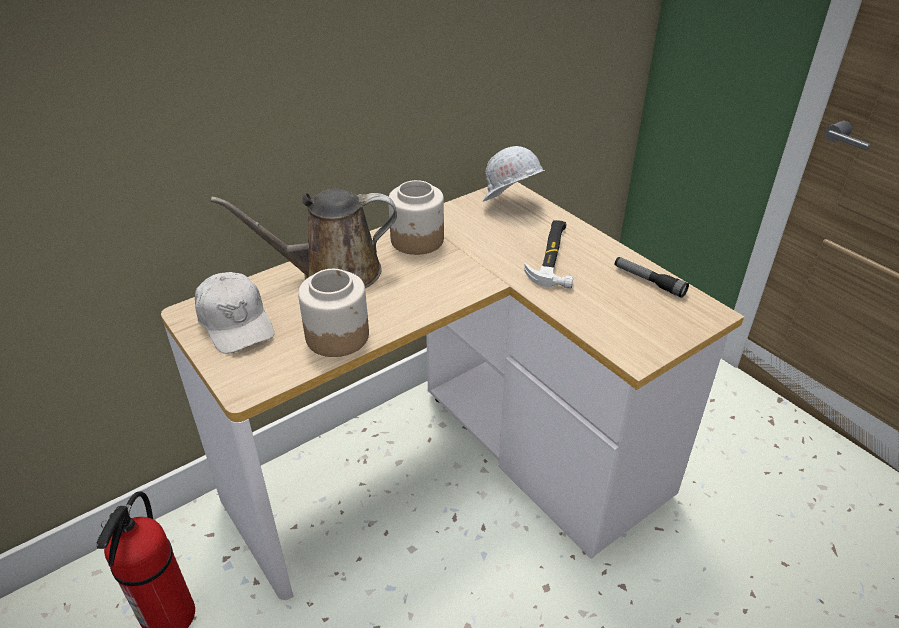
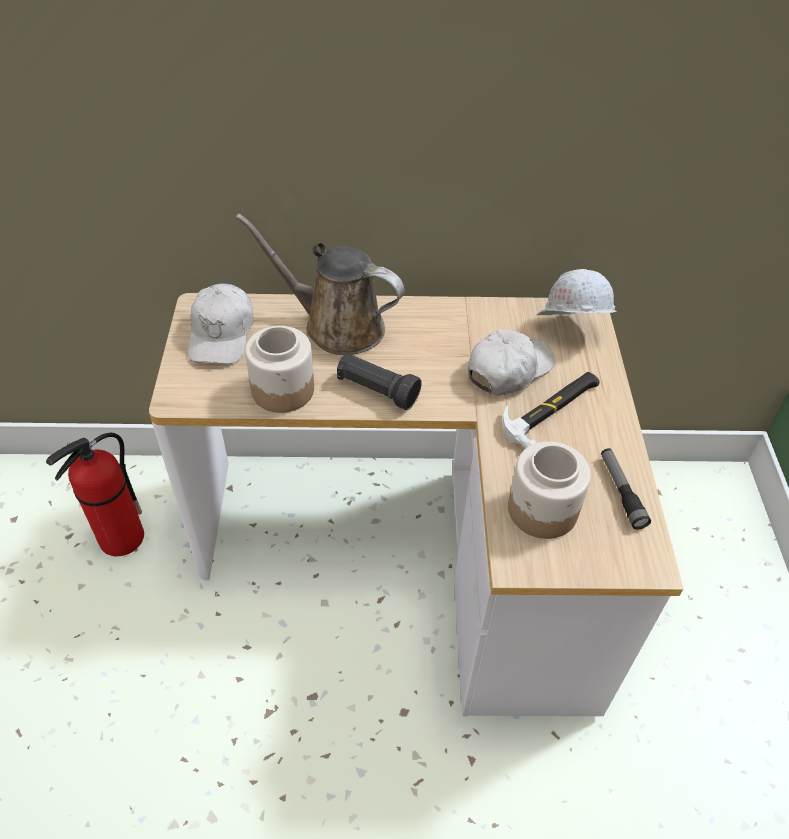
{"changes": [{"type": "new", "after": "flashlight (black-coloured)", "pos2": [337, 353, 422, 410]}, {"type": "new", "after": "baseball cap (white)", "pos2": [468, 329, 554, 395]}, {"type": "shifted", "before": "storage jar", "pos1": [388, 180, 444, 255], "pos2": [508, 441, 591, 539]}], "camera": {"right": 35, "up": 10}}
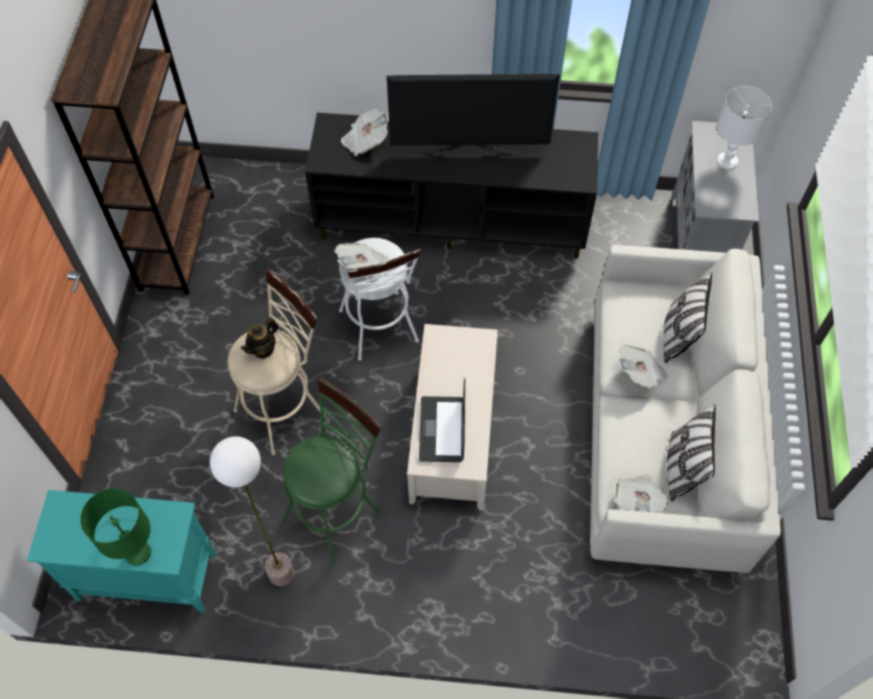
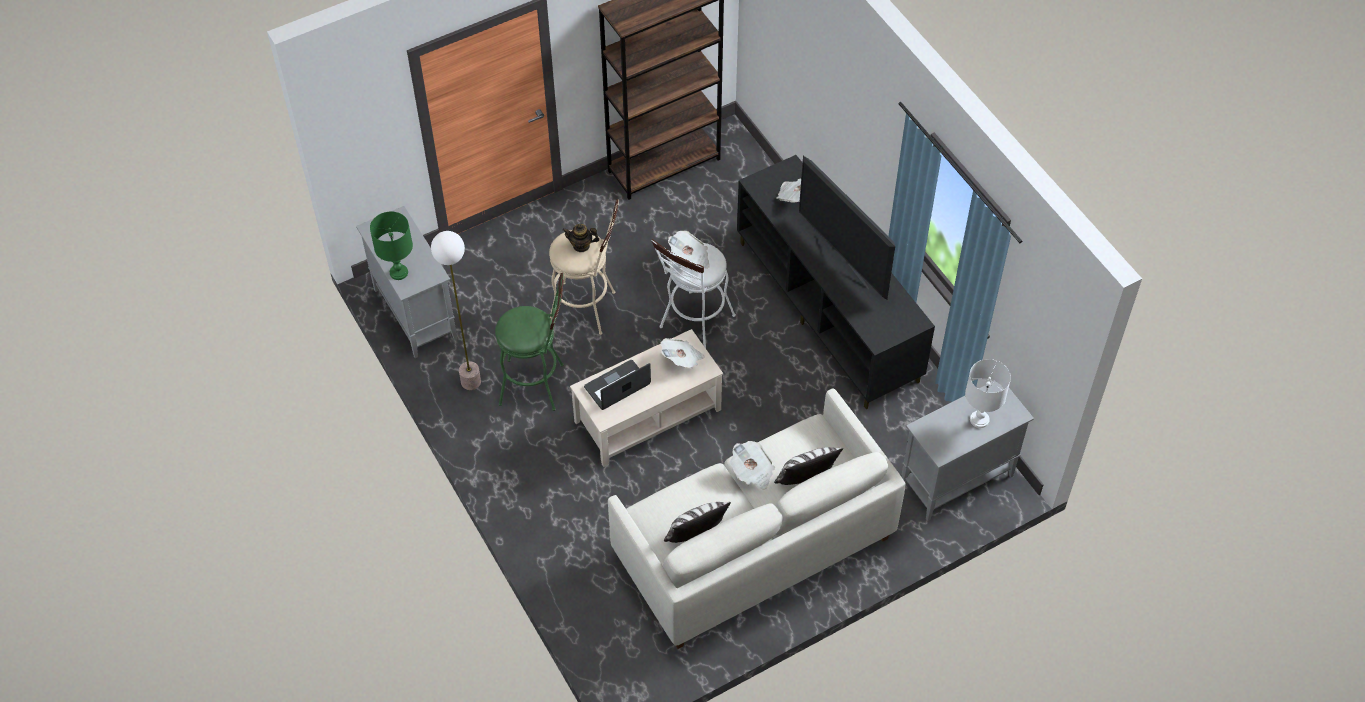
{"changes": [{"type": "repainted", "before": "storage cabinet (turquoise)", "after": "storage cabinet (grey)", "pos1": [27, 490, 216, 613], "pos2": [356, 206, 457, 358]}, {"type": "shifted", "before": "printed paper", "pos1": [614, 475, 669, 512], "pos2": [660, 338, 705, 368]}], "camera": {"right": 55, "up": -5}}
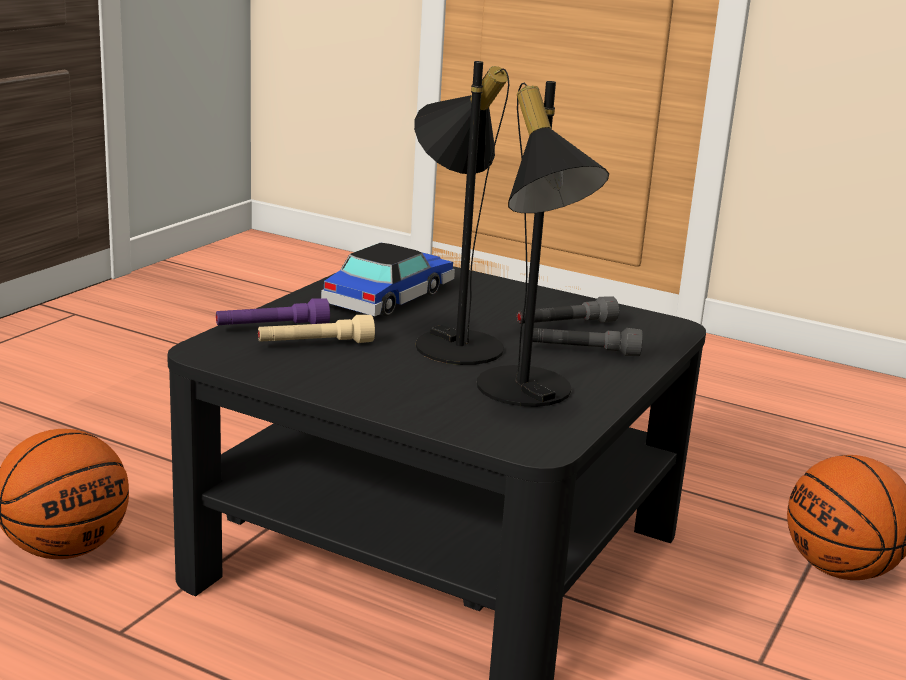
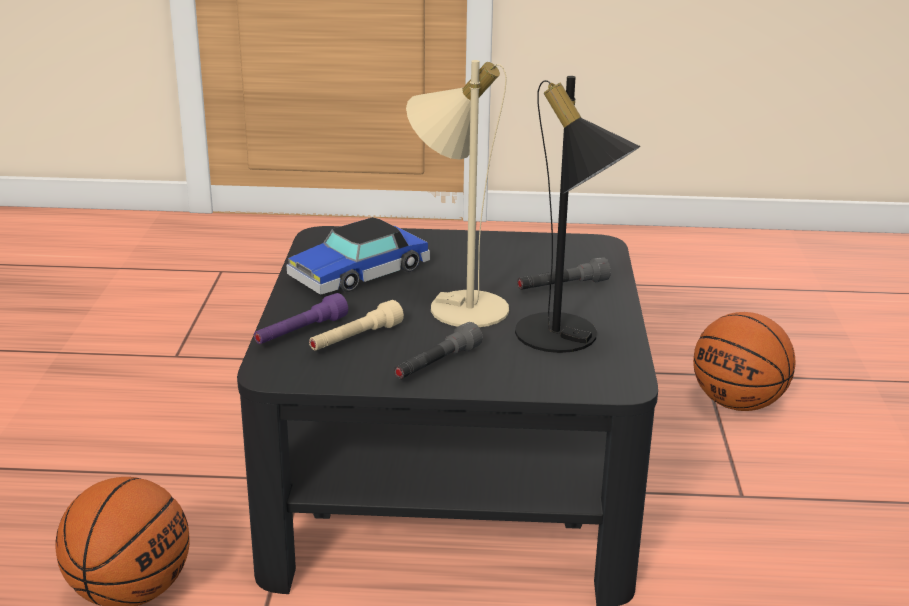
{"changes": [{"type": "rotated", "before": "model car", "pos1": [321, 242, 455, 316], "pos2": [287, 217, 430, 295], "turn": -135}, {"type": "shifted", "before": "flashlight (grey)", "pos1": [516, 296, 619, 324], "pos2": [394, 322, 482, 379]}, {"type": "repainted", "before": "lamp for a table (black-coloured)", "after": "lamp for a table (beige-coloured)", "pos1": [414, 61, 509, 365], "pos2": [406, 60, 509, 327]}], "camera": {"right": -25, "up": 5}}
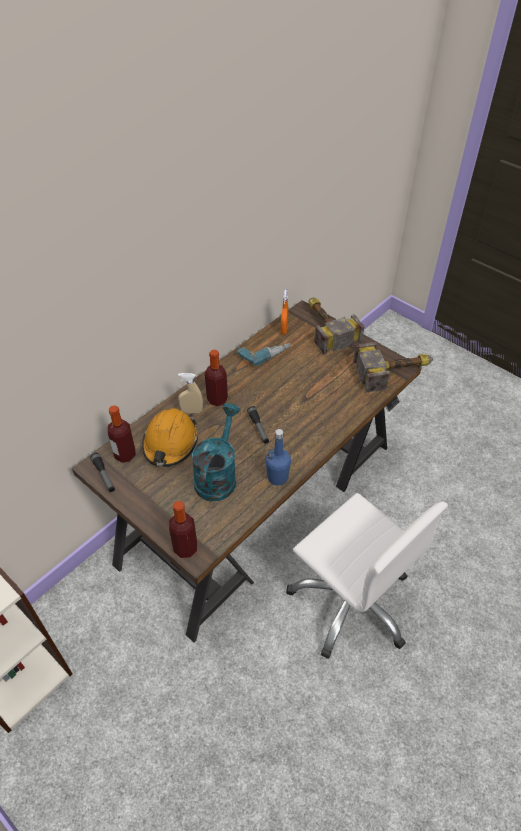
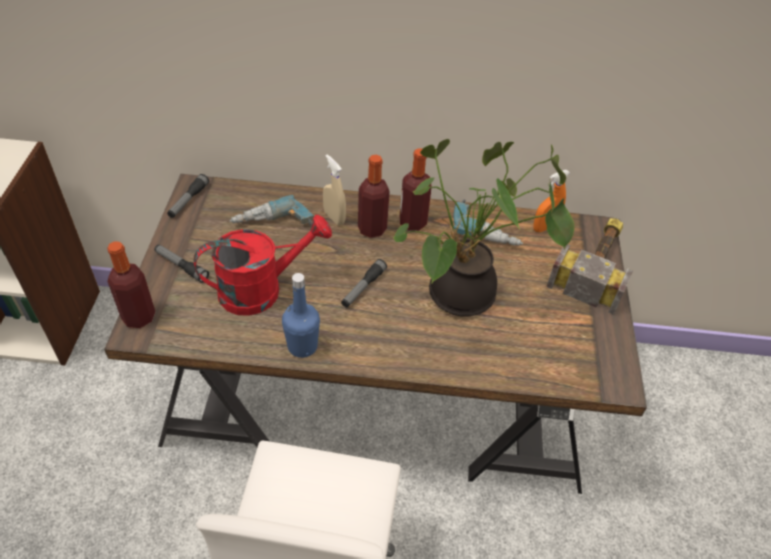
{"changes": [{"type": "new", "after": "flashlight", "pos2": [154, 245, 209, 283]}, {"type": "repainted", "before": "watering can (turquoise)", "after": "watering can (red-coloured)", "pos1": [192, 403, 241, 502], "pos2": [194, 215, 332, 316]}, {"type": "swapped", "before": "work helmet (orange)", "after": "power drill", "pos1": [142, 408, 198, 467], "pos2": [230, 195, 314, 226]}, {"type": "new", "after": "potted plant", "pos2": [393, 139, 575, 317]}, {"type": "shifted", "before": "beverage bottle", "pos1": [108, 406, 136, 463], "pos2": [399, 148, 432, 231]}, {"type": "gone", "before": "hammer", "pos1": [353, 342, 433, 393]}], "camera": {"right": 50, "up": 0}}
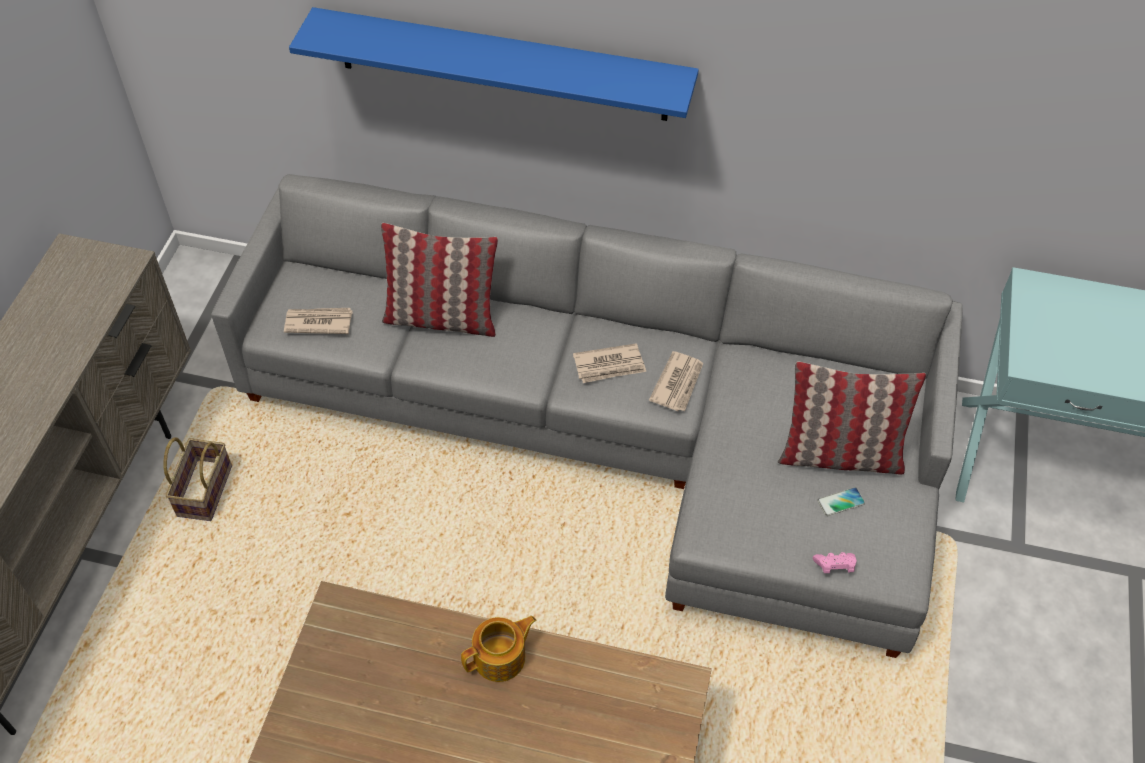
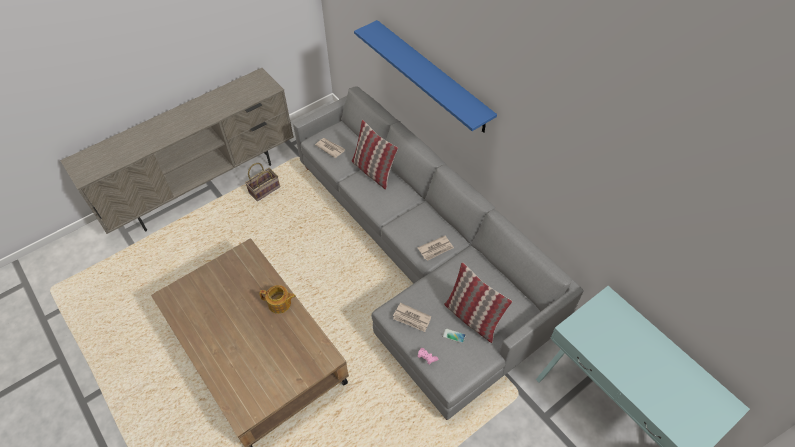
{"changes": [{"type": "shifted", "before": "printed paper", "pos1": [573, 343, 646, 383], "pos2": [393, 303, 431, 332]}], "camera": {"right": 40, "up": 0}}
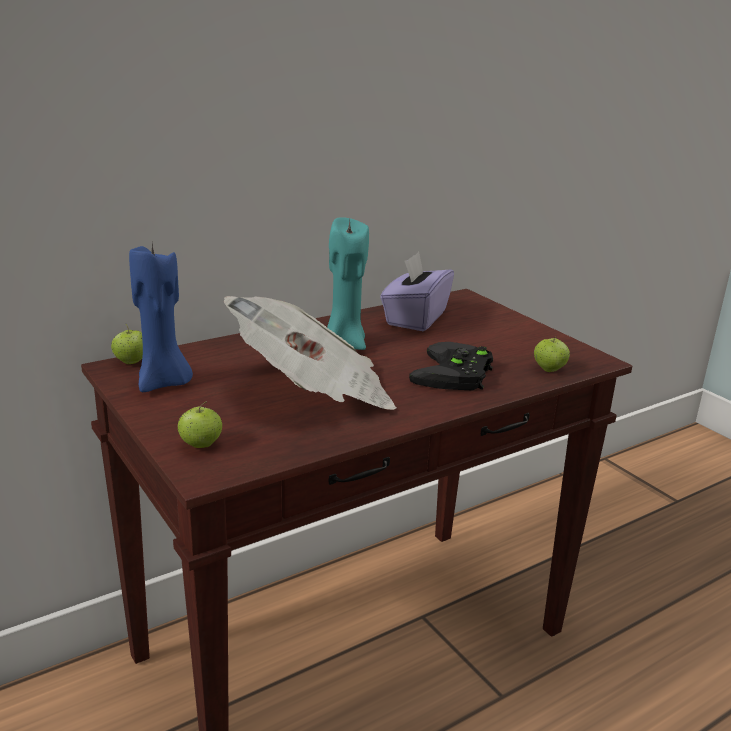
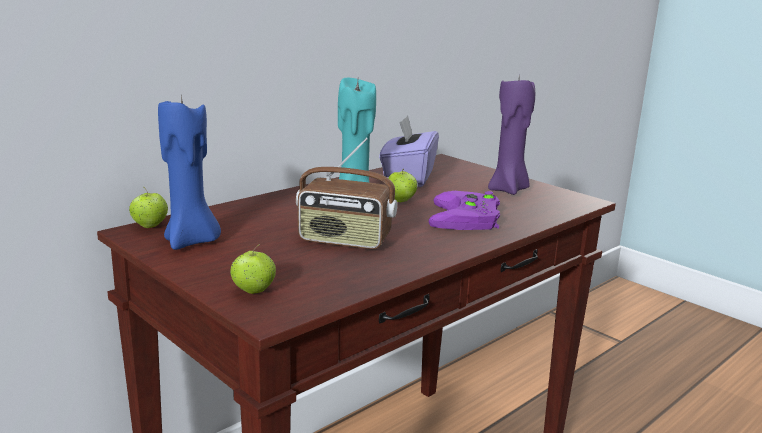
{"changes": [{"type": "swapped", "before": "printed paper", "after": "radio set", "pos1": [224, 296, 397, 410], "pos2": [296, 138, 397, 249]}, {"type": "shifted", "before": "whole apple", "pos1": [534, 337, 570, 372], "pos2": [388, 170, 418, 202]}, {"type": "repainted", "before": "gamepad (black-coloured)", "after": "gamepad (purple-coloured)", "pos1": [409, 342, 493, 390], "pos2": [429, 191, 501, 230]}, {"type": "new", "after": "wax candle (purple-coloured)", "pos2": [488, 79, 535, 195]}], "camera": {"right": -10, "up": -5}}
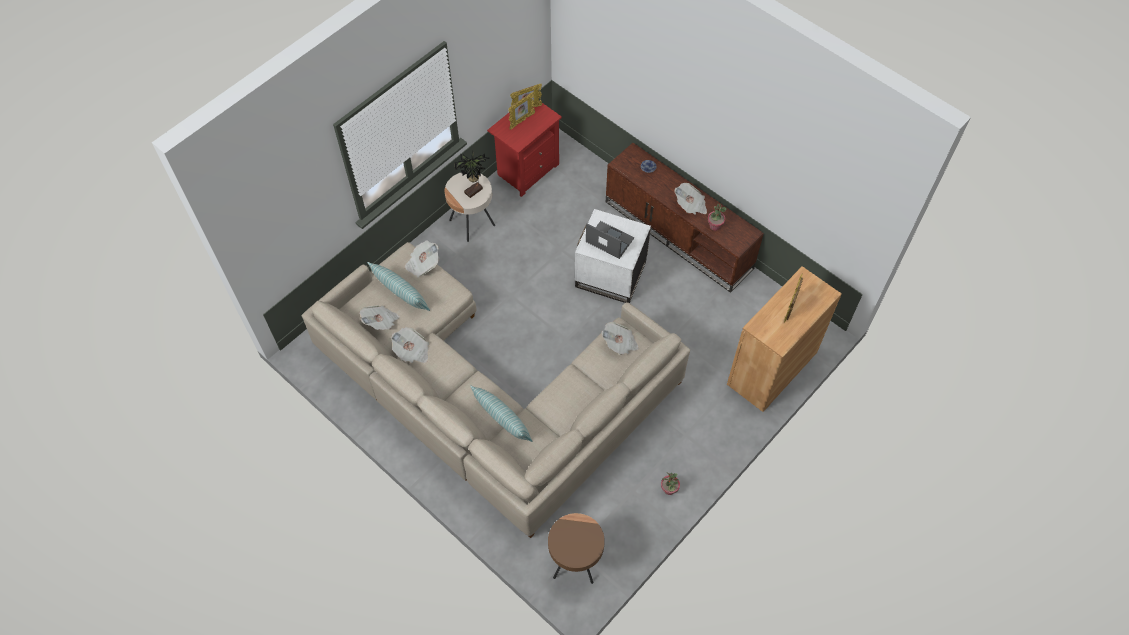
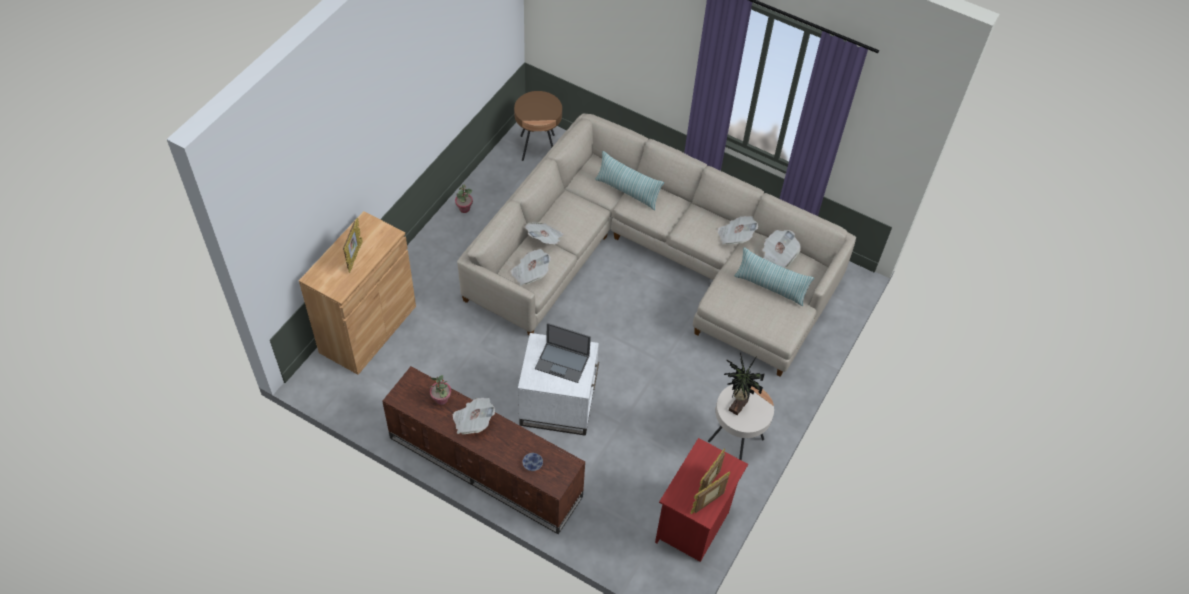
{"changes": [{"type": "shifted", "before": "printed paper", "pos1": [405, 241, 439, 278], "pos2": [525, 223, 564, 245]}], "camera": {"right": 165, "up": -5}}
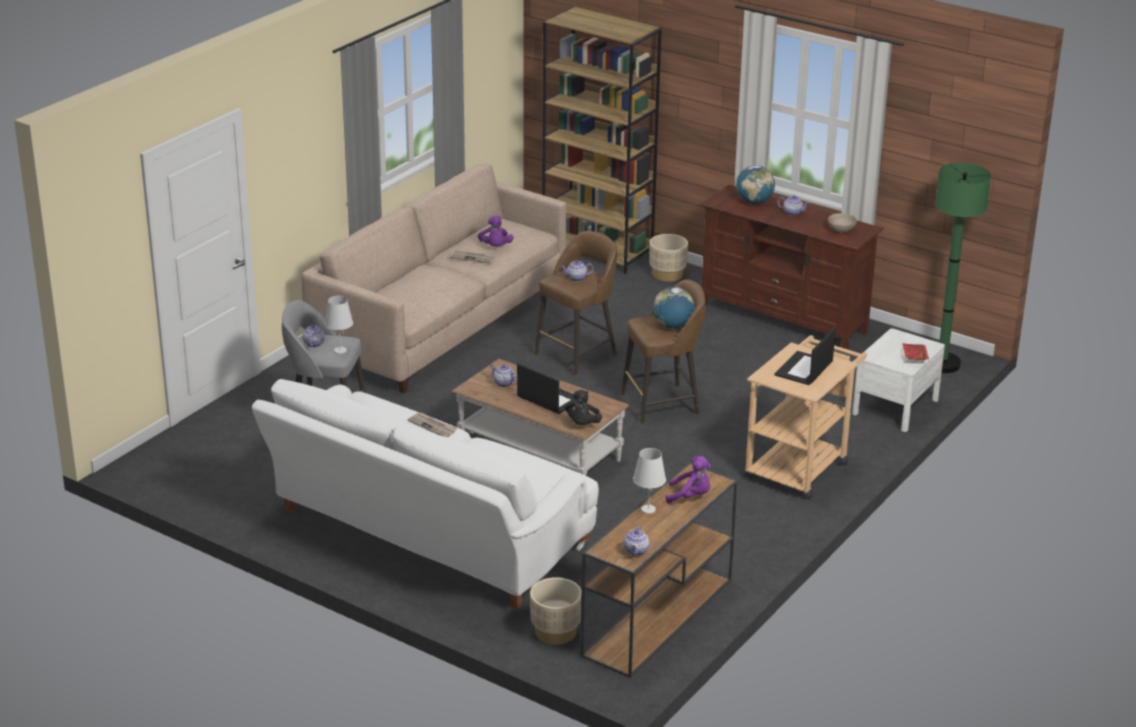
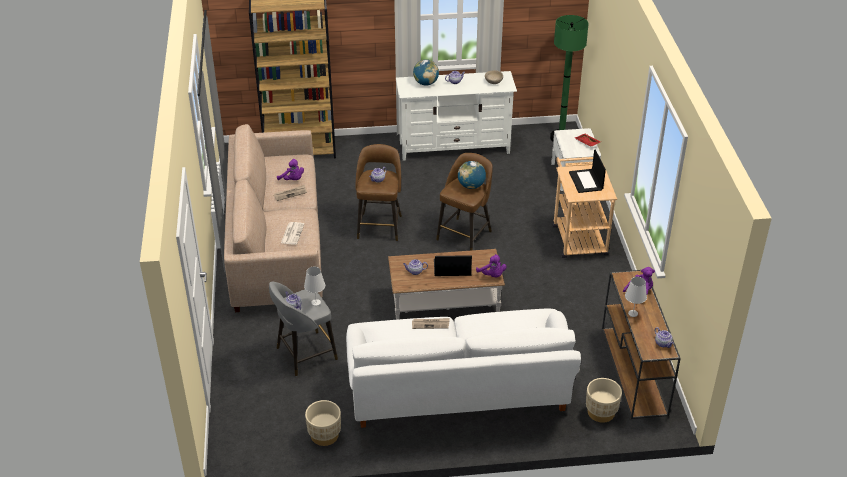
{"changes": [{"type": "new", "after": "printed paper", "pos2": [281, 222, 305, 245]}, {"type": "shifted", "before": "plant pot (beige-coloured)", "pos1": [650, 234, 688, 282], "pos2": [305, 400, 341, 446]}, {"type": "repainted", "before": "tv stand (brown-coloured)", "after": "tv stand (white)", "pos1": [700, 185, 884, 349], "pos2": [396, 71, 517, 161]}, {"type": "repainted", "before": "plush toy (black-coloured)", "after": "plush toy (purple-coloured)", "pos1": [565, 390, 602, 425], "pos2": [476, 254, 507, 277]}], "camera": {"right": -40, "up": 10}}
